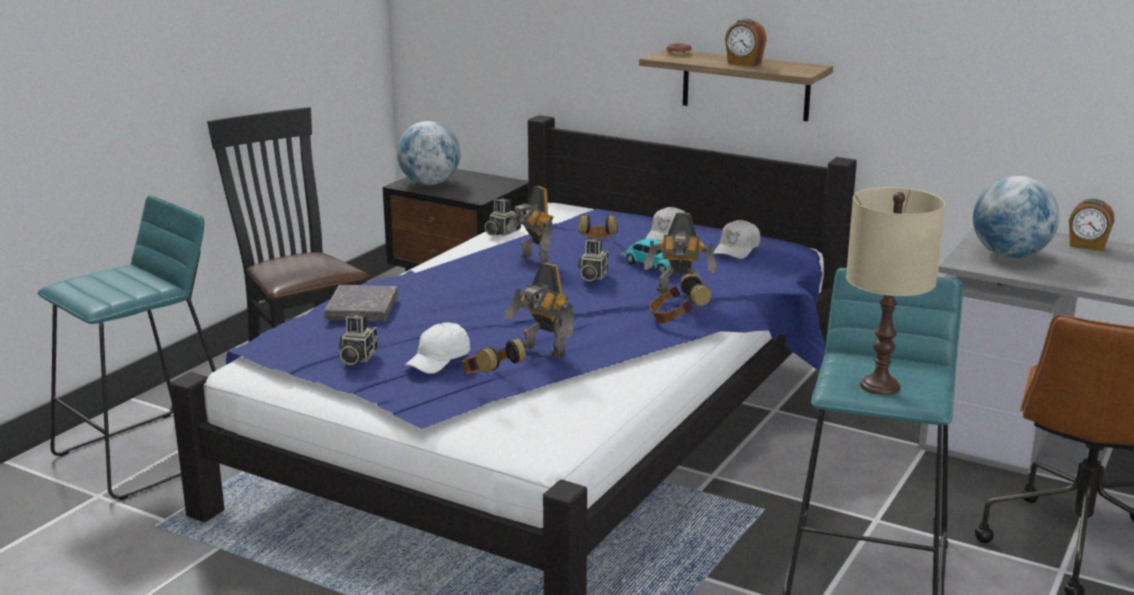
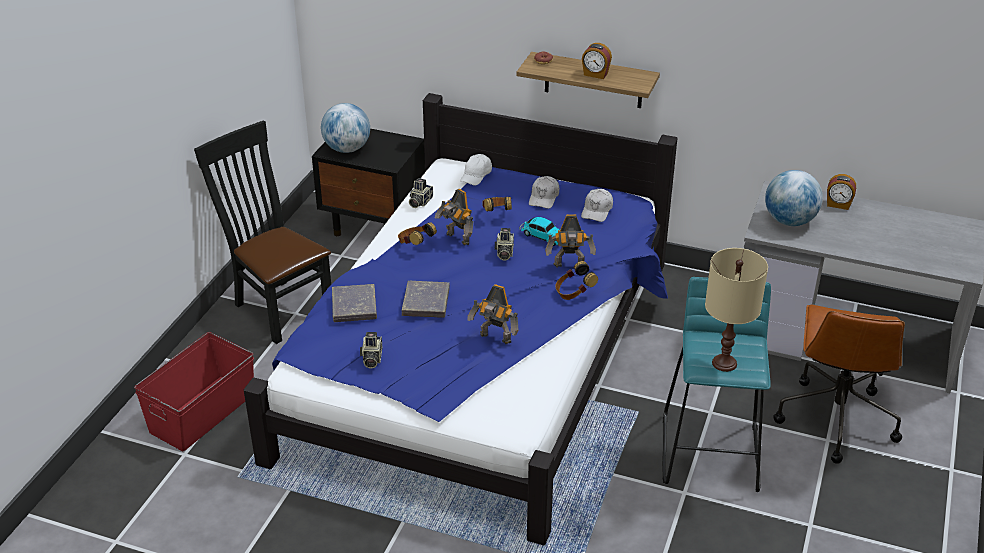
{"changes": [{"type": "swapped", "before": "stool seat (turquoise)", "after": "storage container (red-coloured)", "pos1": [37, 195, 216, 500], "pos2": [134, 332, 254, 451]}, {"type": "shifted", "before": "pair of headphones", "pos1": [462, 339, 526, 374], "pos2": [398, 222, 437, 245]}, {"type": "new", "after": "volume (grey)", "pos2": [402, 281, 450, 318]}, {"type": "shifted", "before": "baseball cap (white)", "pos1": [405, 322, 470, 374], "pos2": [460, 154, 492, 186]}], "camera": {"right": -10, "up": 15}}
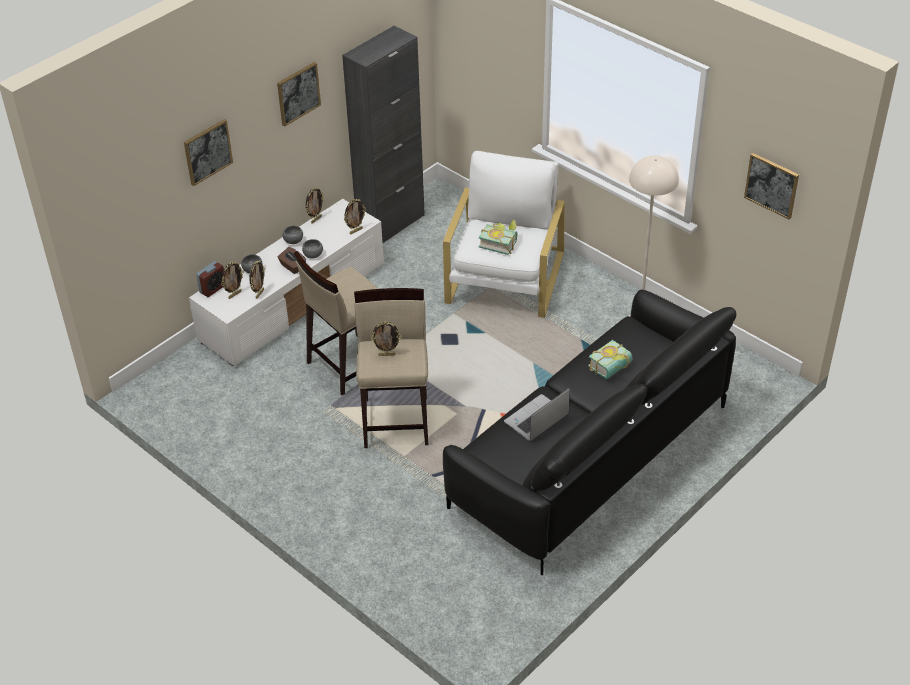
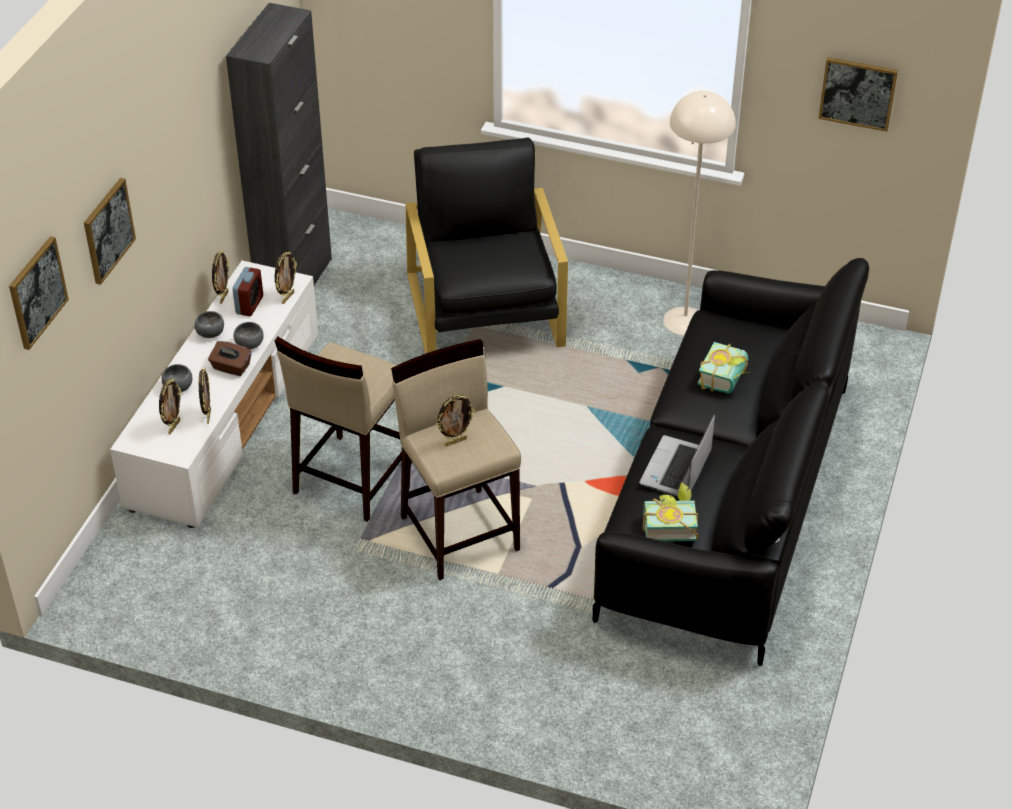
{"changes": [{"type": "shifted", "before": "picture", "pos1": [277, 62, 321, 127], "pos2": [9, 236, 69, 350]}, {"type": "shifted", "before": "table clock", "pos1": [196, 261, 224, 297], "pos2": [232, 267, 263, 316]}, {"type": "repainted", "before": "easy chair (white)", "after": "easy chair (black-coloured)", "pos1": [443, 151, 565, 318], "pos2": [406, 137, 568, 354]}, {"type": "shifted", "before": "volume", "pos1": [479, 219, 517, 255], "pos2": [642, 482, 698, 541]}], "camera": {"right": -25, "up": 0}}
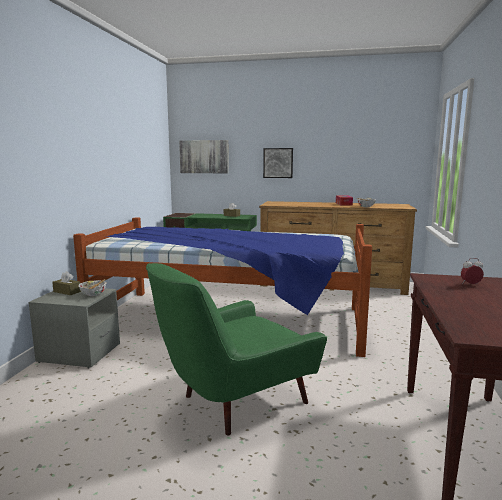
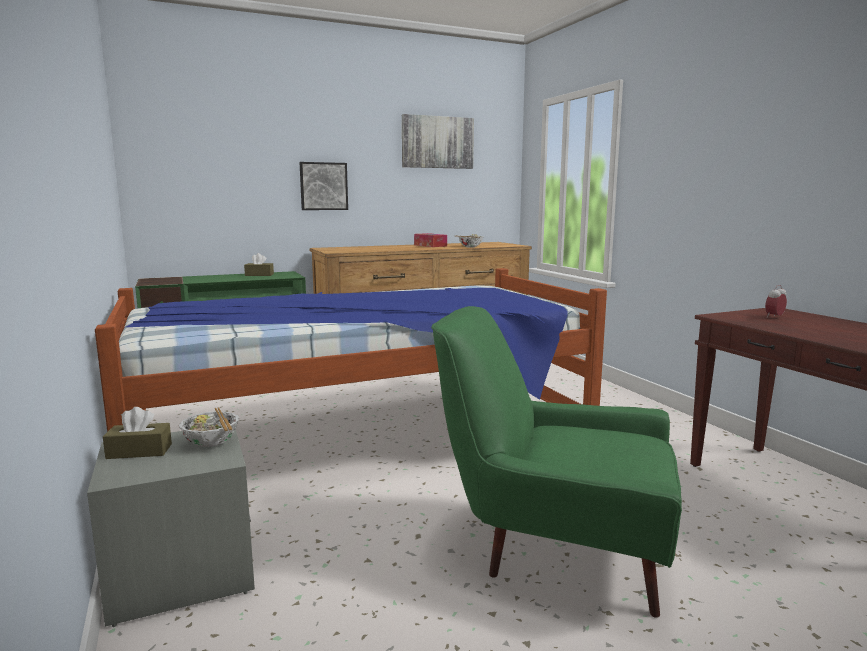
{"changes": [{"type": "shifted", "before": "picture", "pos1": [179, 140, 229, 173], "pos2": [402, 114, 474, 169]}, {"type": "rotated", "before": "easy chair (green)", "pos1": [146, 263, 327, 435], "pos2": [431, 306, 682, 618], "turn": 90}], "camera": {"right": -35, "up": 0}}
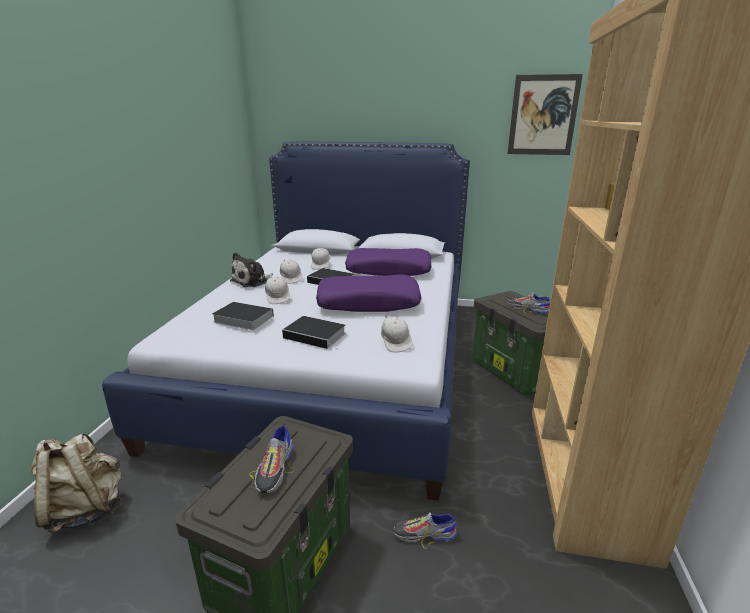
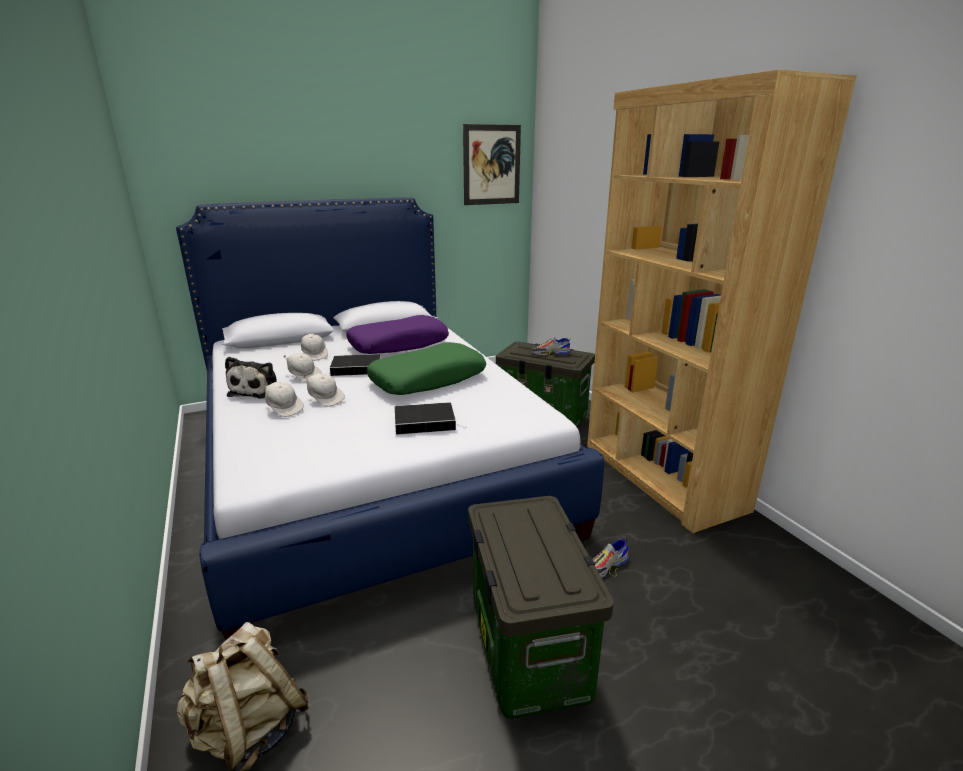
{"changes": [{"type": "shifted", "before": "baseball cap (white)", "pos1": [381, 315, 412, 353], "pos2": [263, 382, 304, 417]}, {"type": "repainted", "before": "throw pillow (purple-coloured)", "after": "throw pillow (green)", "pos1": [316, 275, 421, 312], "pos2": [367, 342, 486, 395]}, {"type": "gone", "before": "volume", "pos1": [212, 302, 274, 330]}, {"type": "gone", "before": "shoe", "pos1": [249, 423, 294, 493]}], "camera": {"right": -35, "up": 0}}
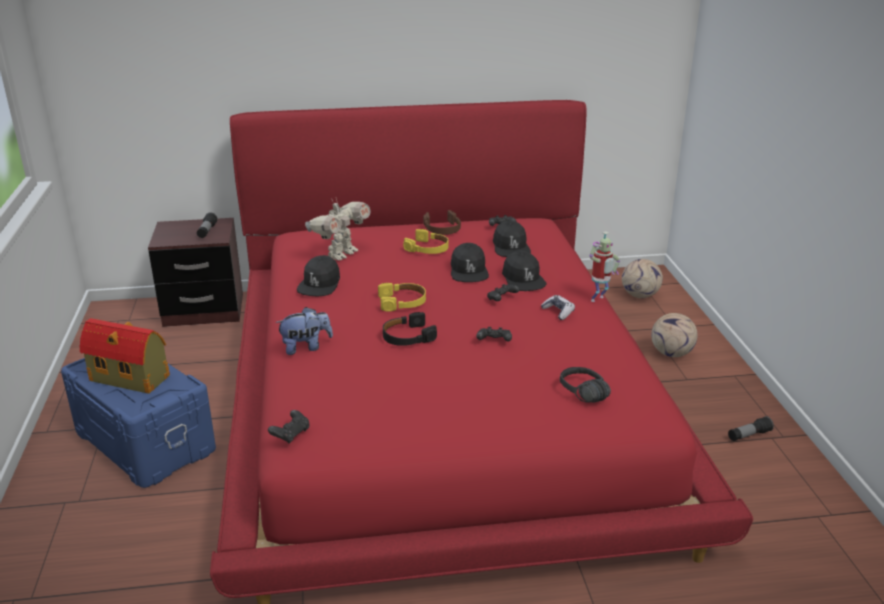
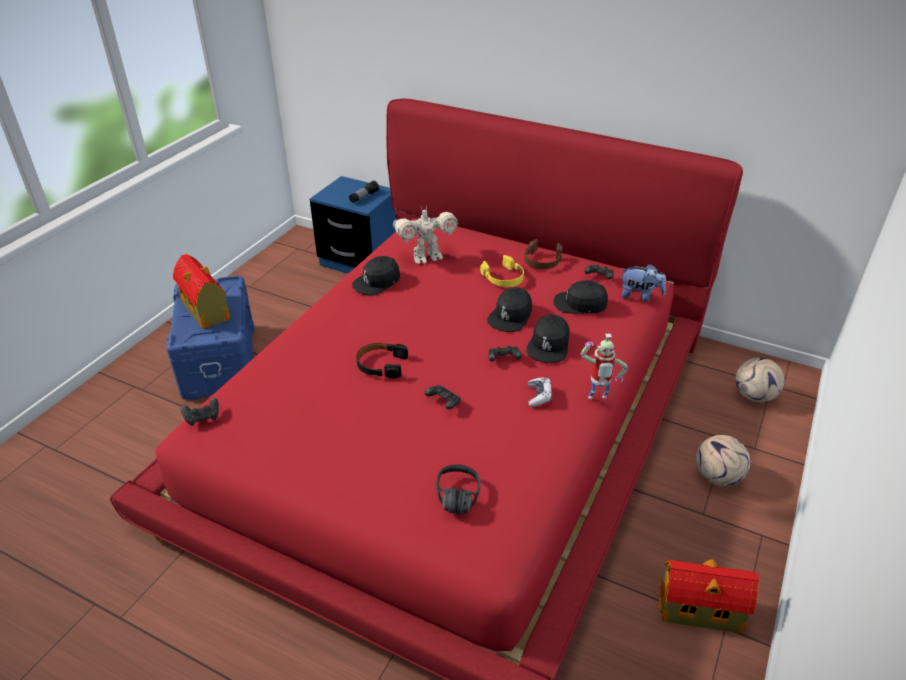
{"changes": [{"type": "repainted", "before": "night table (brown-coloured)", "after": "night table (blue)", "pos1": [148, 218, 243, 327], "pos2": [310, 176, 396, 274]}, {"type": "rotated", "before": "baseball cap (black-coloured)", "pos1": [493, 221, 531, 257], "pos2": [553, 280, 608, 314], "turn": 75}, {"type": "shifted", "before": "plush toy", "pos1": [275, 307, 333, 355], "pos2": [621, 264, 666, 302]}, {"type": "swapped", "before": "flashlight", "after": "miniature house", "pos1": [728, 416, 774, 441], "pos2": [659, 559, 759, 633]}, {"type": "gone", "before": "pair of headphones (yellowish)", "pos1": [378, 283, 426, 311]}], "camera": {"right": 35, "up": 10}}
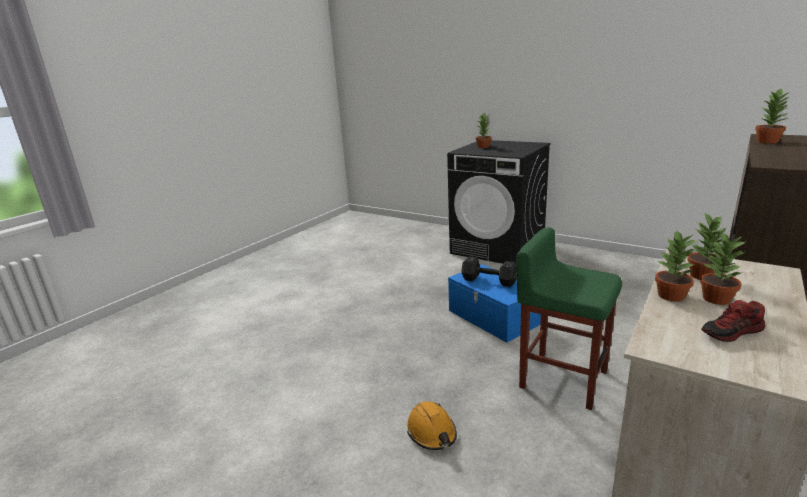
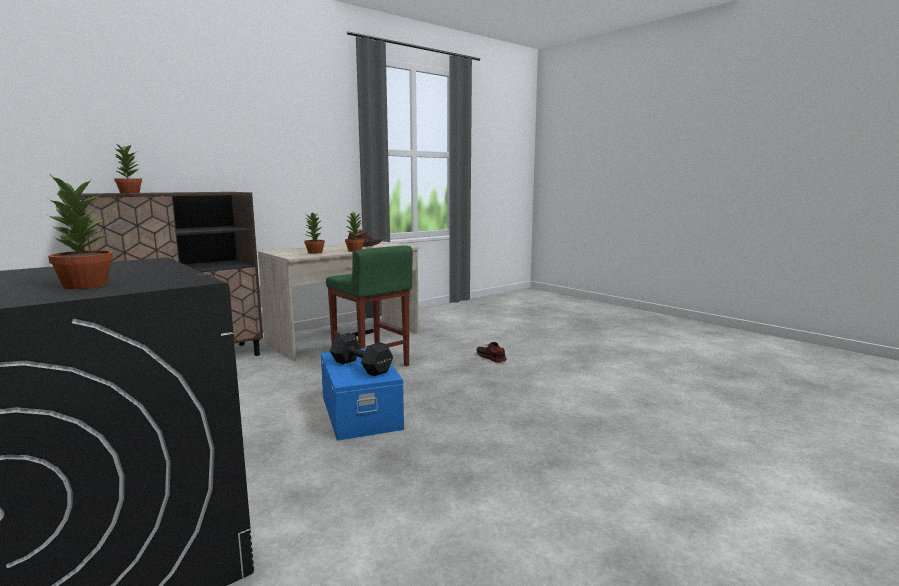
{"changes": [{"type": "swapped", "before": "work helmet (orange)", "after": "shoe", "pos1": [407, 402, 457, 450], "pos2": [477, 342, 507, 363]}, {"type": "gone", "before": "potted plant", "pos1": [700, 231, 745, 305]}], "camera": {"right": -165, "up": -10}}
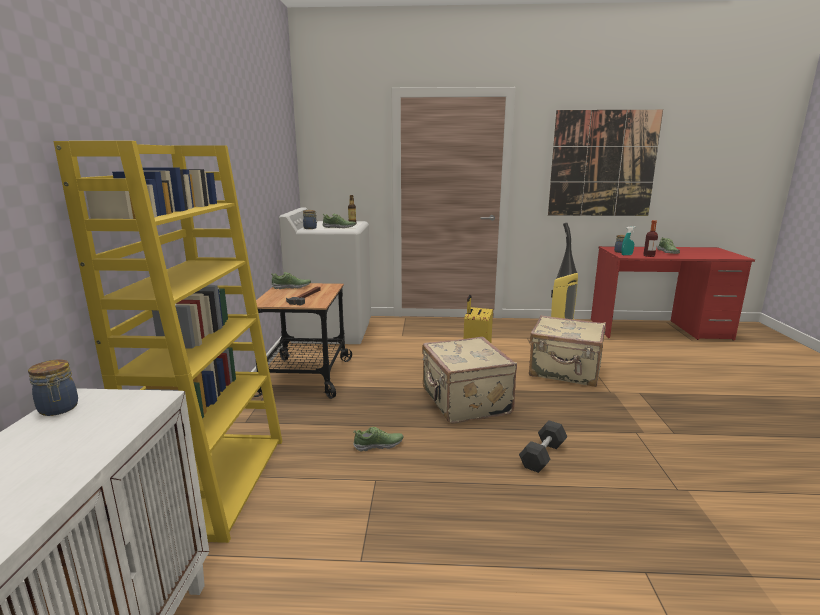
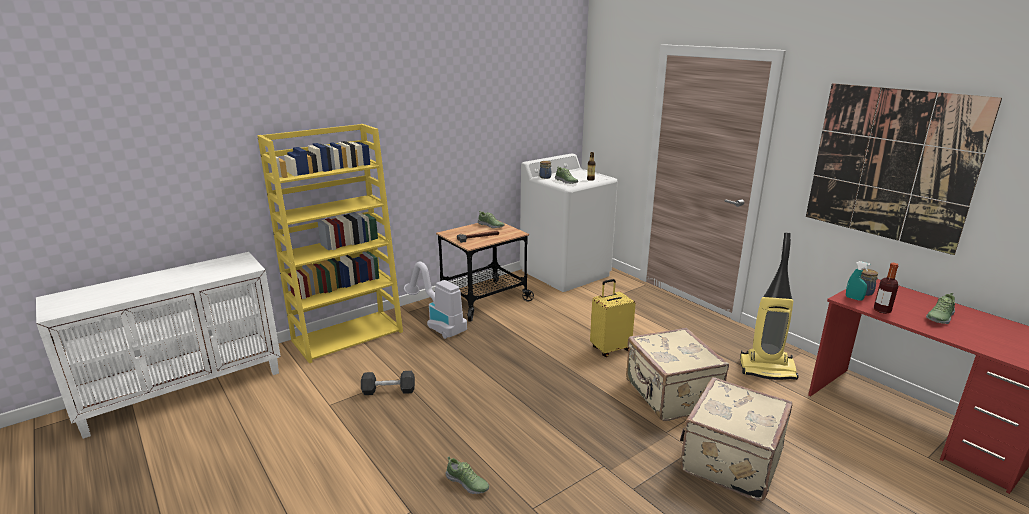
{"changes": [{"type": "shifted", "before": "free weight (black-coloured)", "pos1": [519, 420, 567, 473], "pos2": [361, 371, 415, 395]}, {"type": "new", "after": "hoover", "pos2": [404, 262, 467, 339]}, {"type": "shifted", "before": "shoe", "pos1": [353, 427, 403, 451], "pos2": [445, 456, 489, 494]}, {"type": "shifted", "before": "piece of luggage (beige-coloured)", "pos1": [422, 337, 517, 423], "pos2": [680, 377, 793, 501]}, {"type": "gone", "before": "storage jar", "pos1": [28, 359, 78, 416]}], "camera": {"right": 50, "up": 5}}
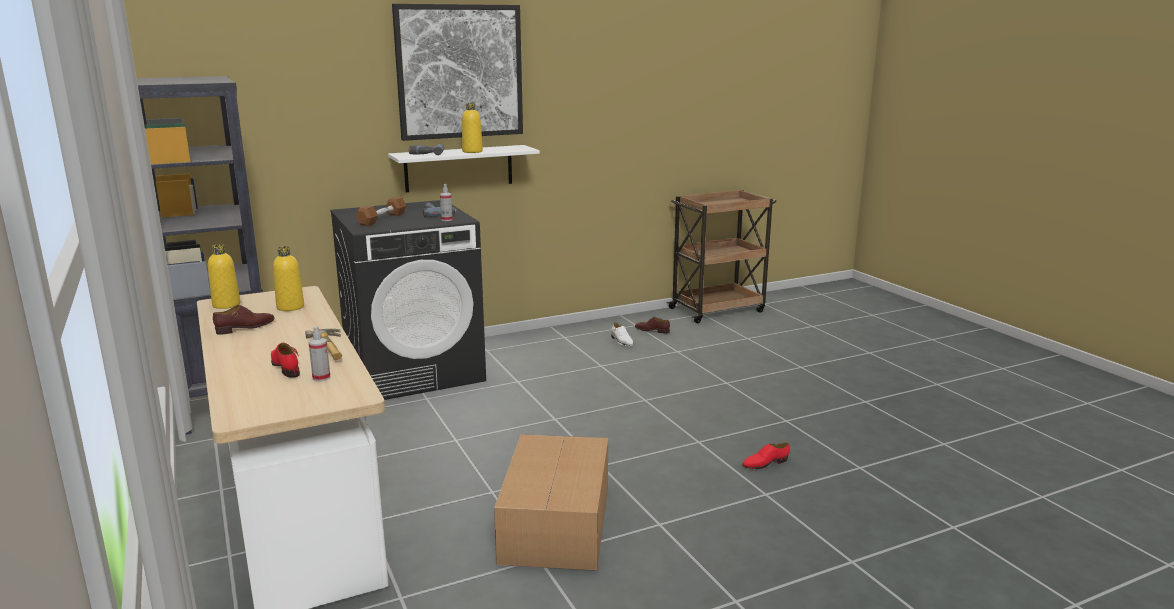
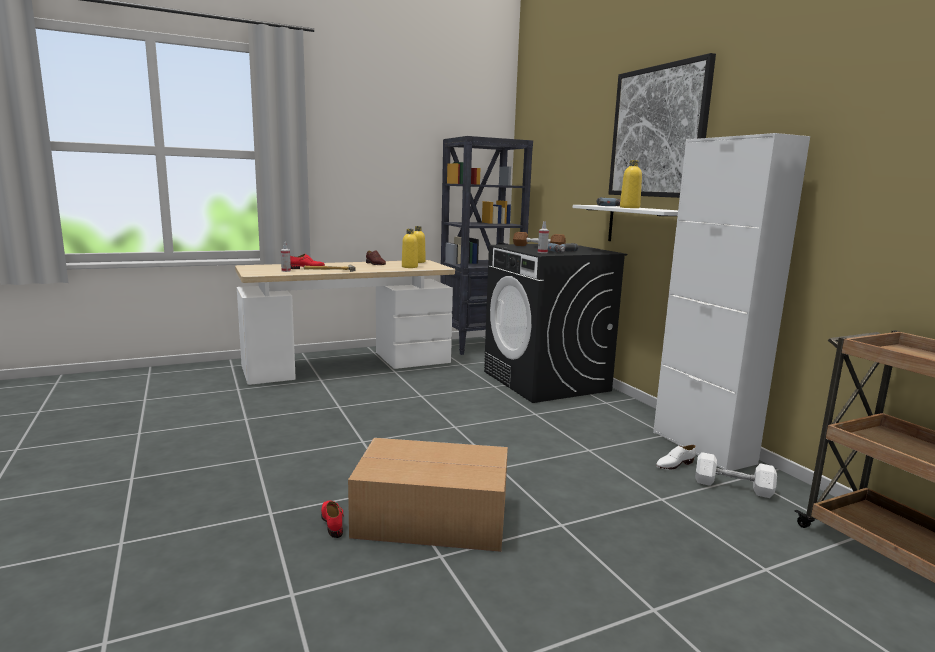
{"changes": [{"type": "shifted", "before": "packing box", "pos1": [494, 434, 608, 571], "pos2": [348, 438, 508, 552]}, {"type": "new", "after": "storage cabinet (white)", "pos2": [653, 133, 810, 471]}, {"type": "swapped", "before": "shoe (brown-coloured)", "after": "free weight (white)", "pos1": [635, 317, 670, 334], "pos2": [695, 452, 777, 498]}], "camera": {"right": 90, "up": -5}}
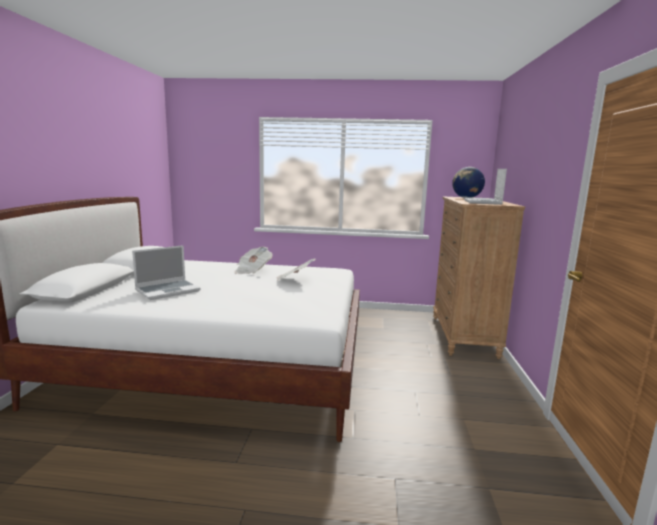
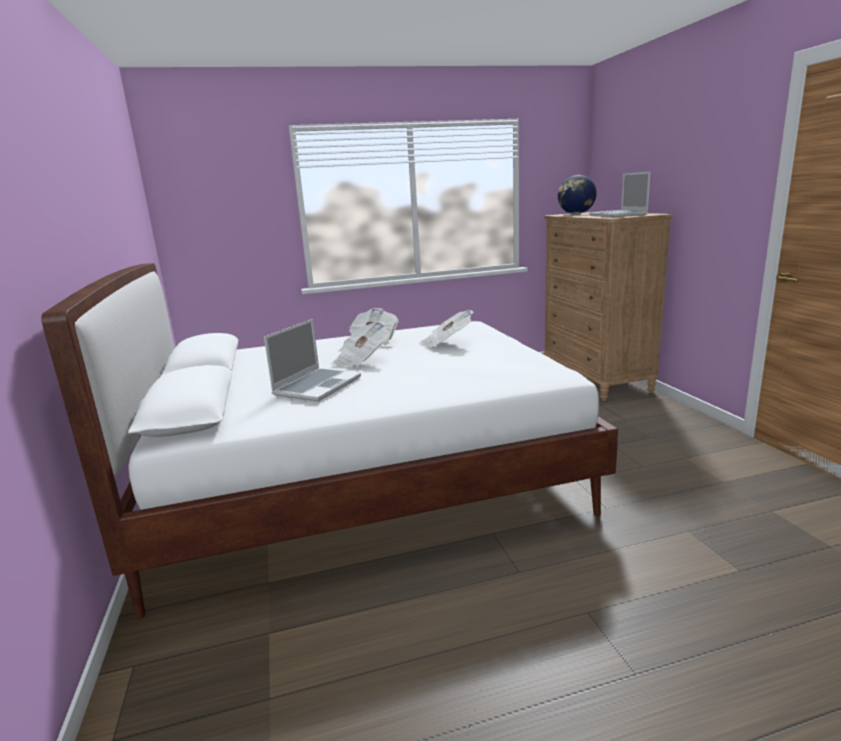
{"changes": [{"type": "new", "after": "printed paper", "pos2": [332, 322, 390, 367]}], "camera": {"right": -20, "up": 5}}
